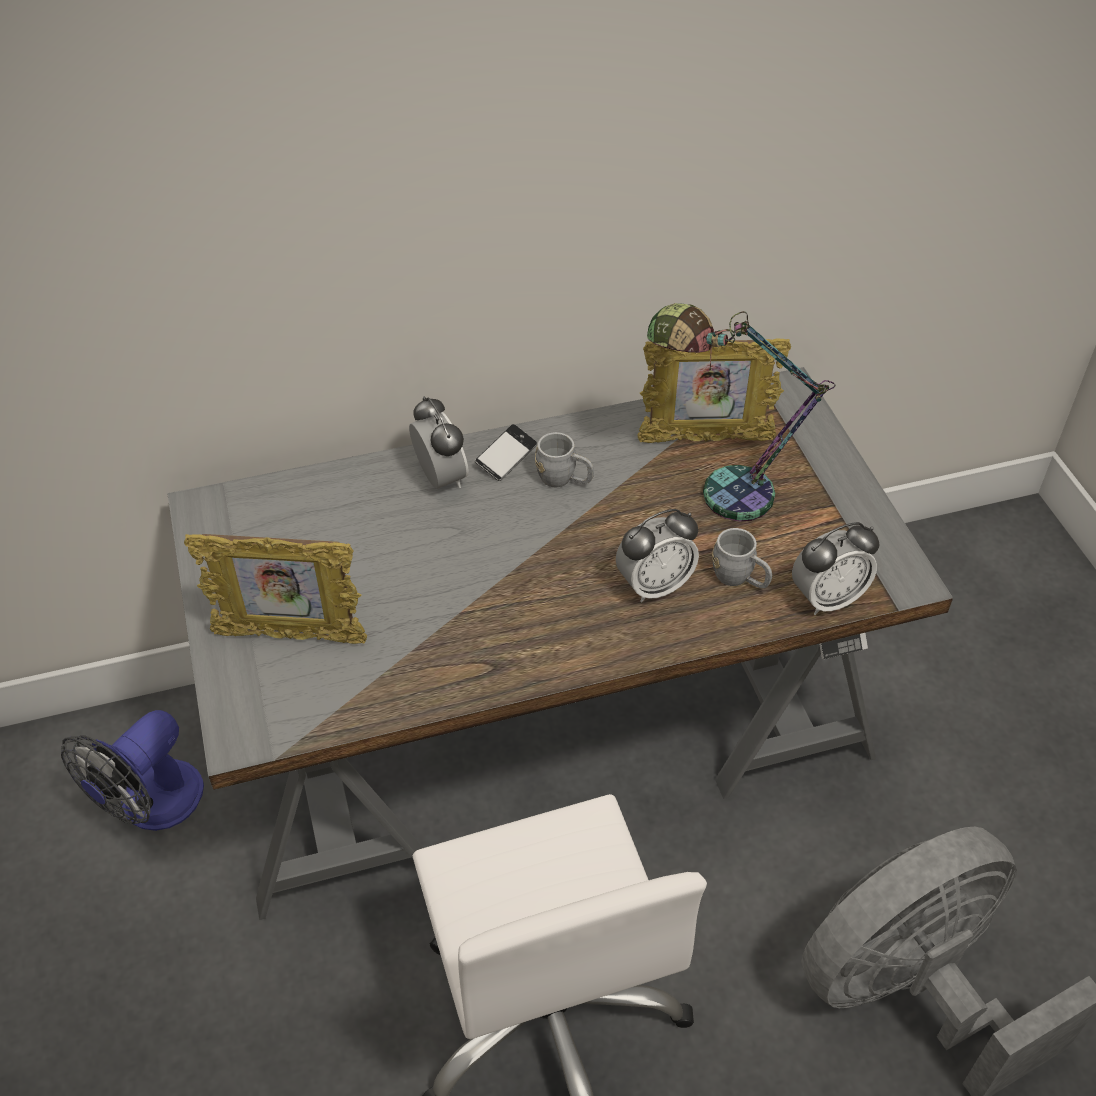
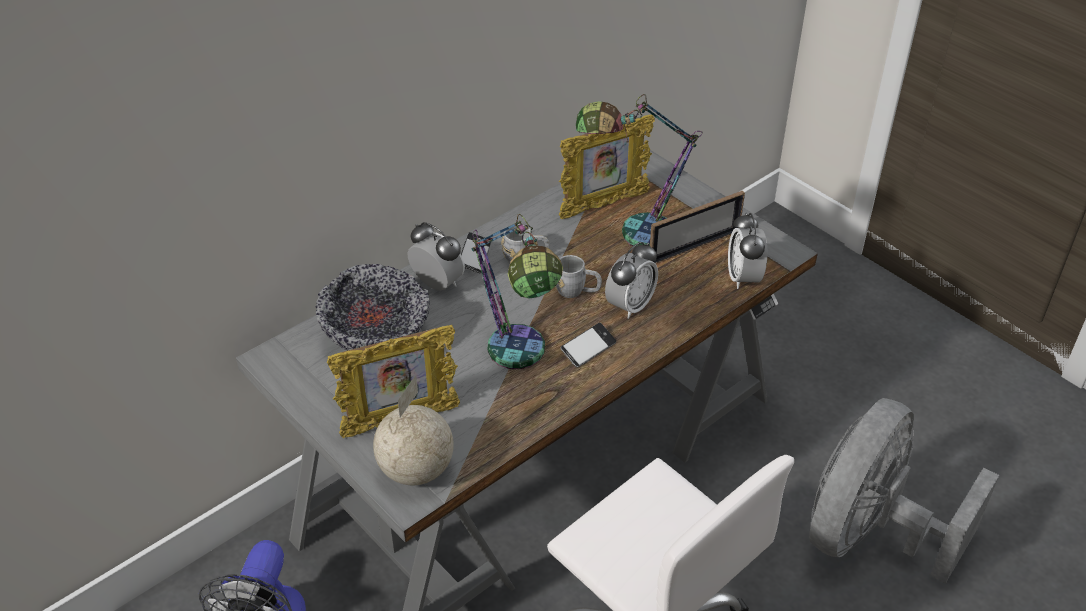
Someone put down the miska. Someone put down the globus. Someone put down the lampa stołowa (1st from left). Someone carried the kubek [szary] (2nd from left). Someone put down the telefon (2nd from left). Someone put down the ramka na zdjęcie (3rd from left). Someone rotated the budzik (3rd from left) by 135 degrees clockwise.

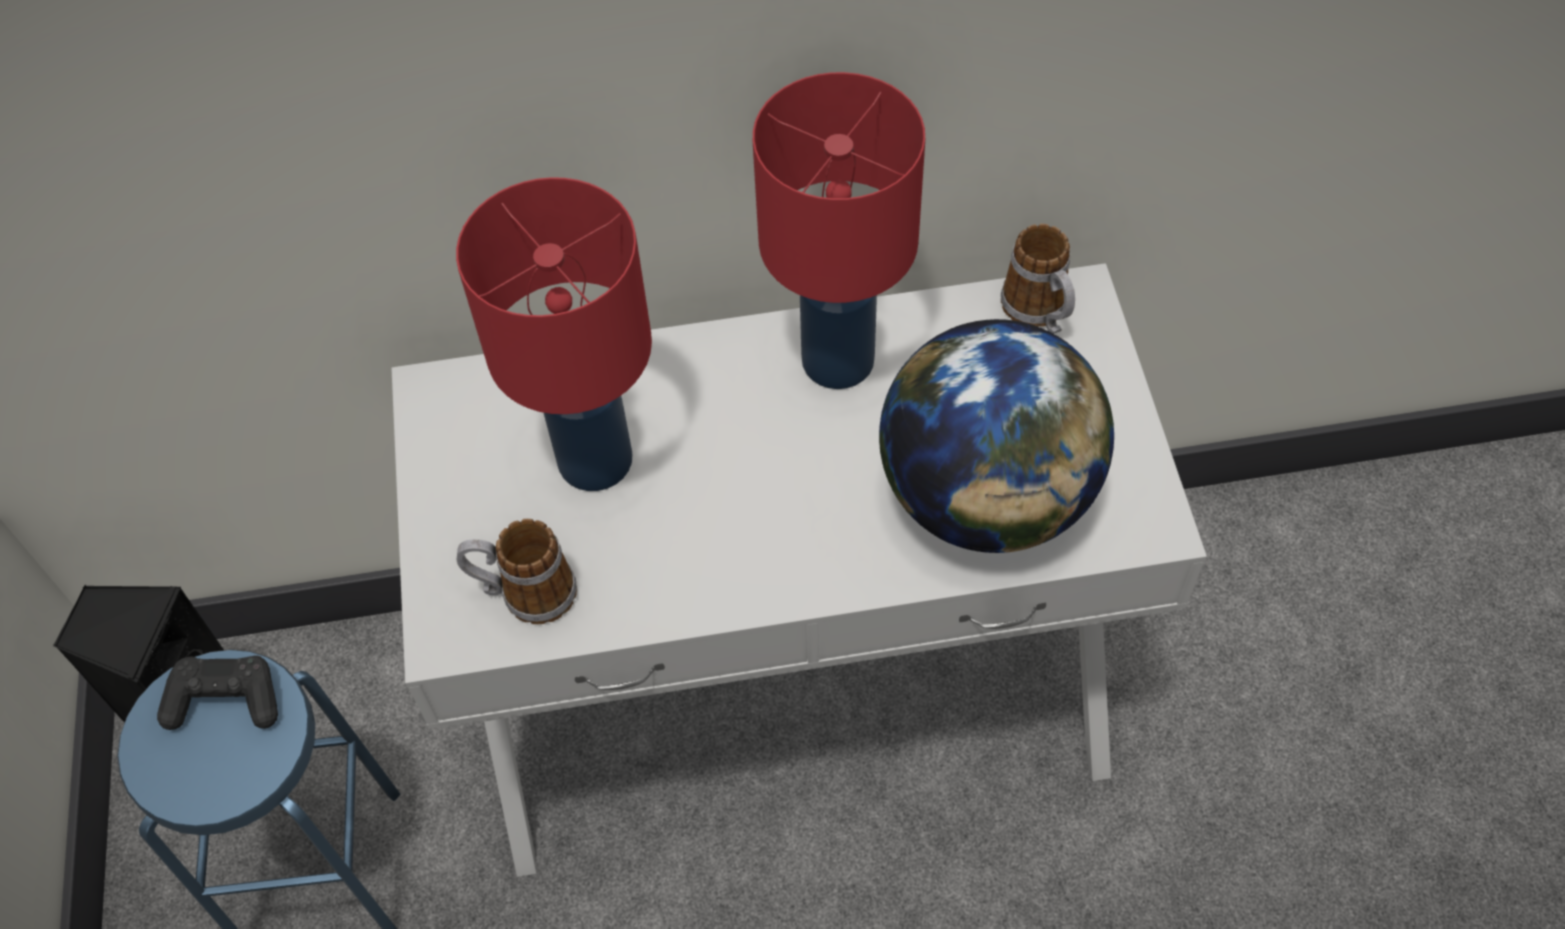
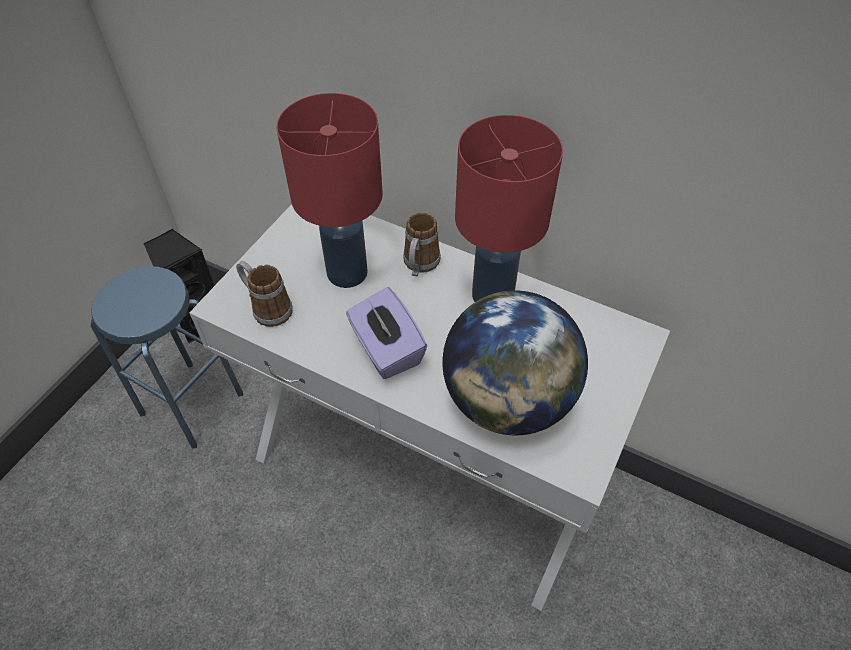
Someone put down the pudełko chusteczek [fioletowy]. Someone carried the kubek (2nd from left). Someone took away the pad do gier [czarny].

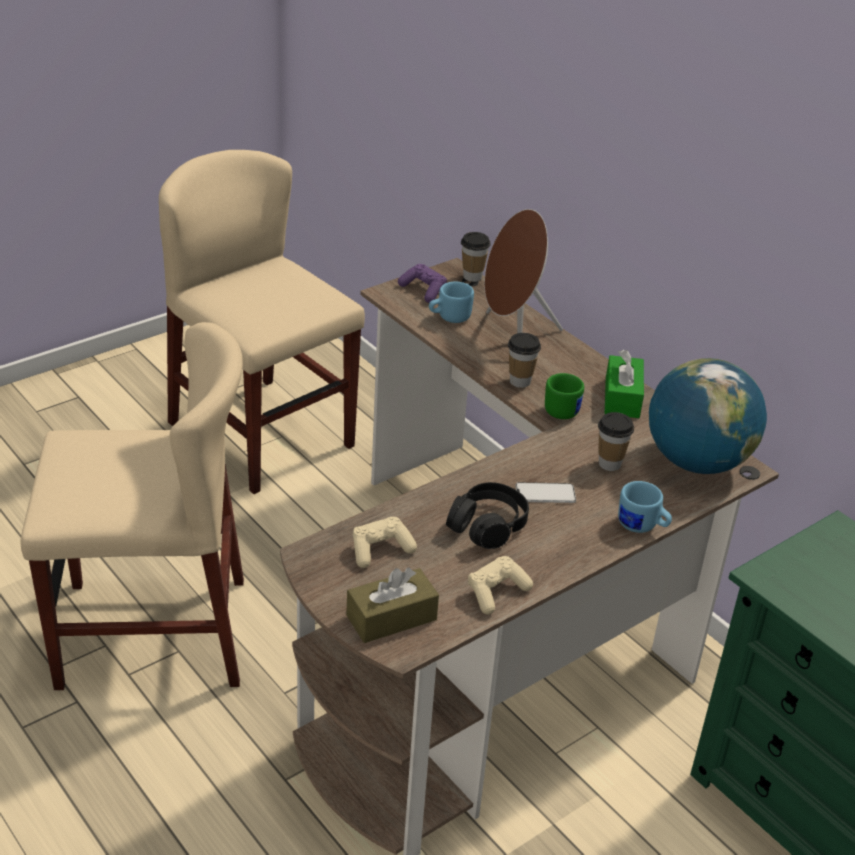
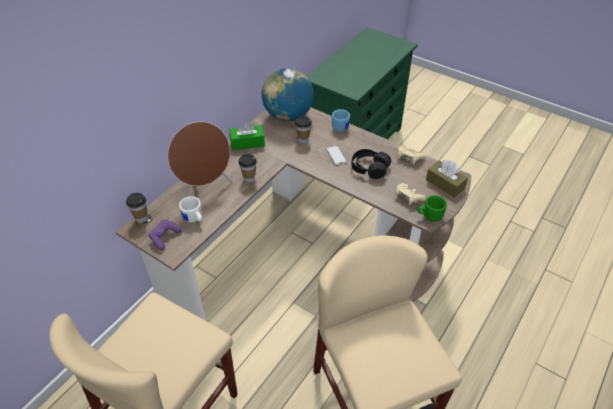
Someone repainted the kubek [niebieski] (1st from left), which became the kubek [biały]. Someone carried the kubek [zielony].

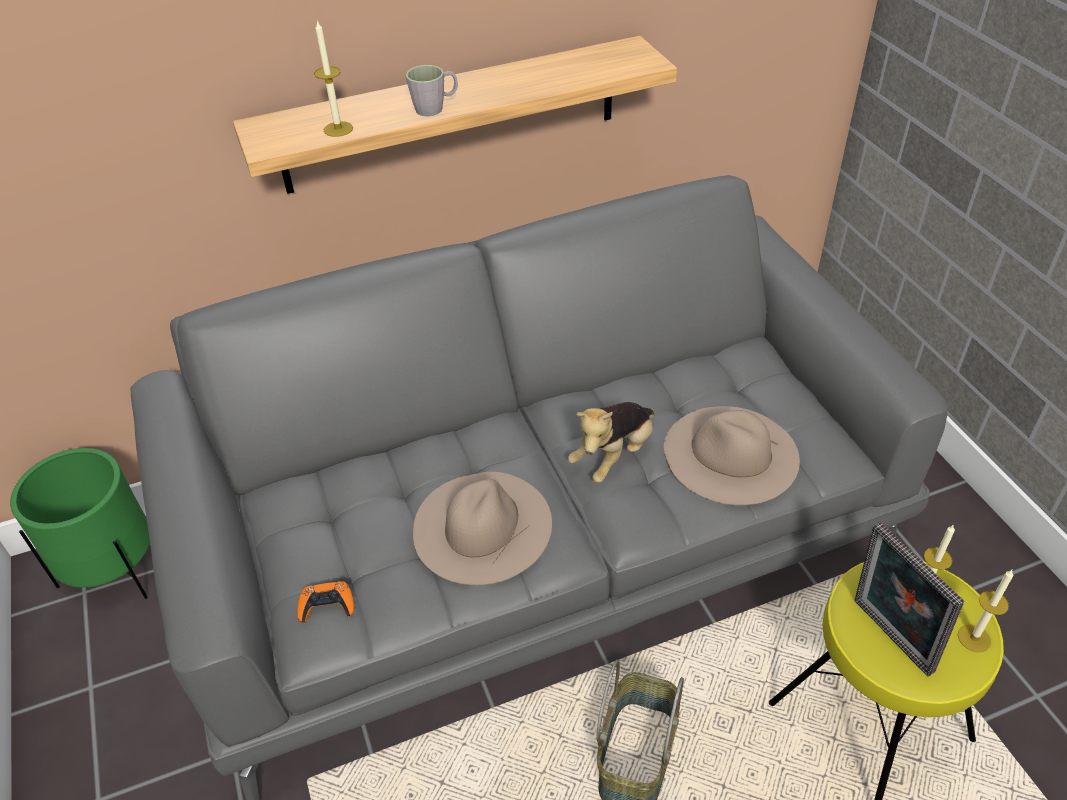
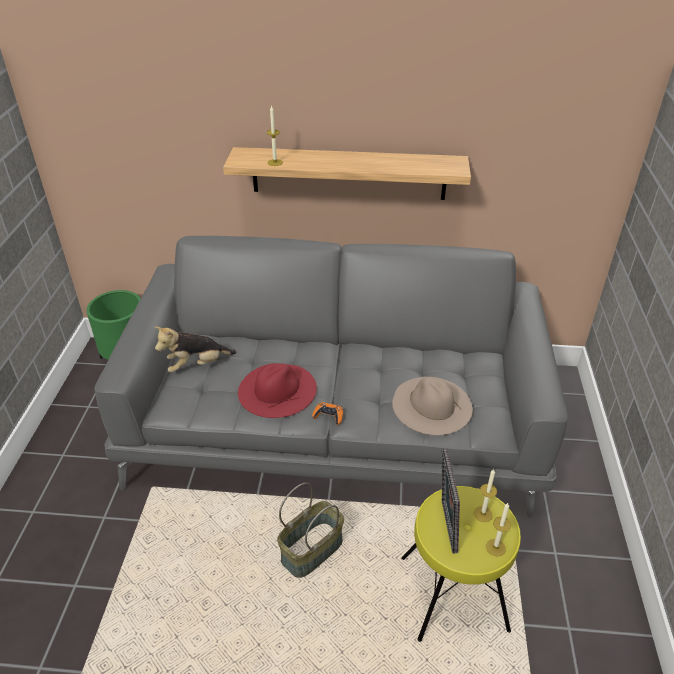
Someone carried the pluszak. Someone repainted the kapelusz [beżowy] (1st from left), which became the kapelusz [czerwony]. Someone carried the pad do gier [pomarańczowy]. Someone took away the kubek [szary].

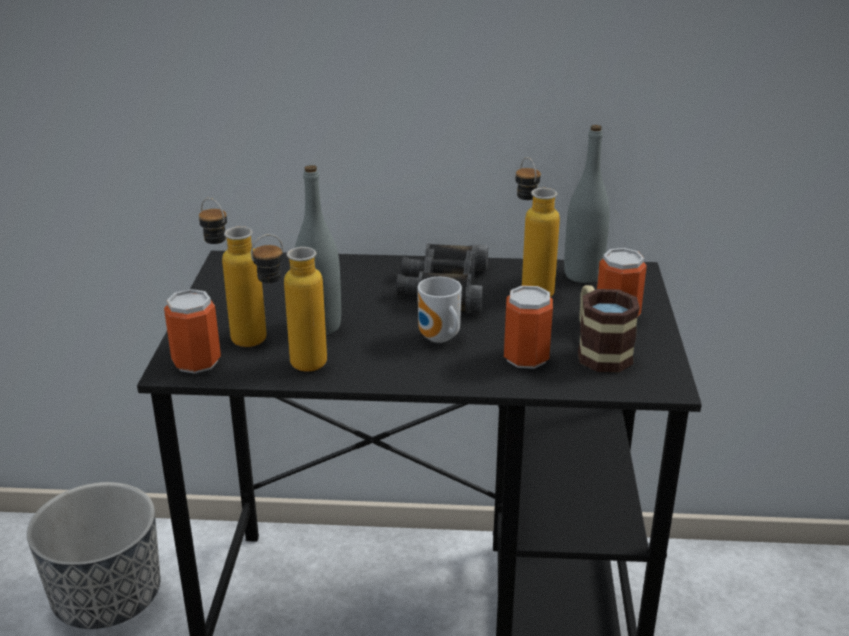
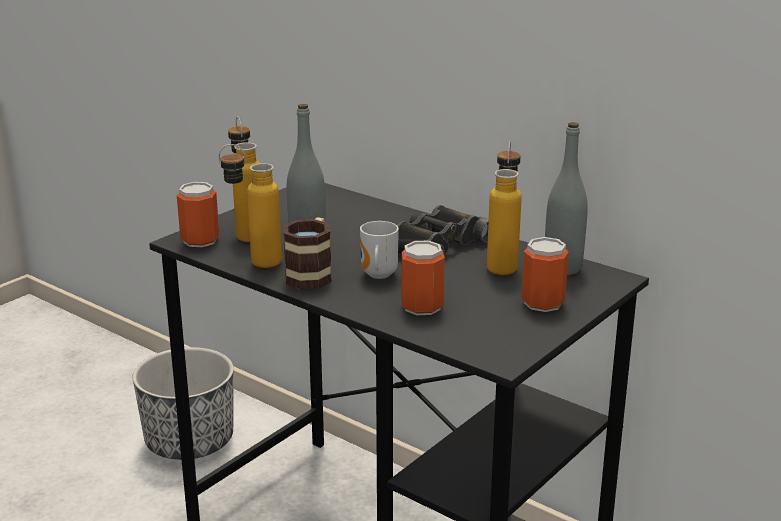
Someone carried the kubek (2nd from left in the first image).

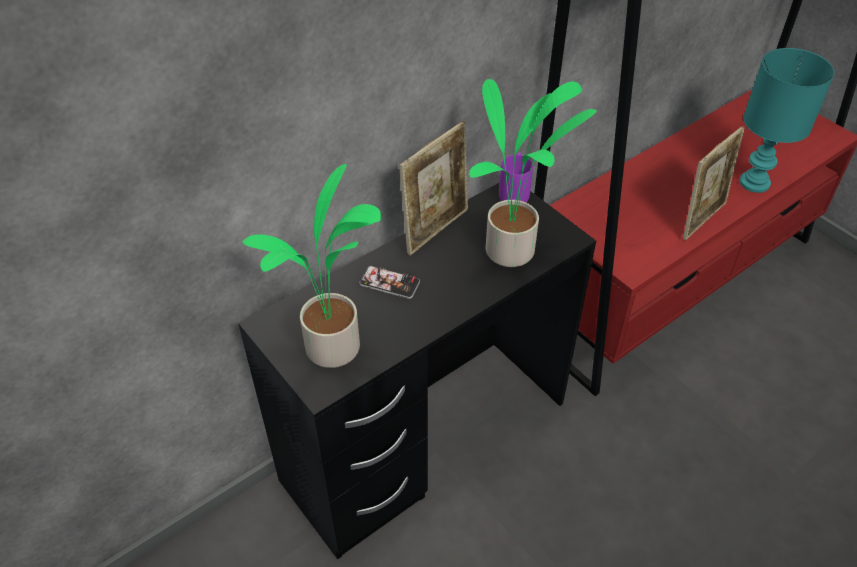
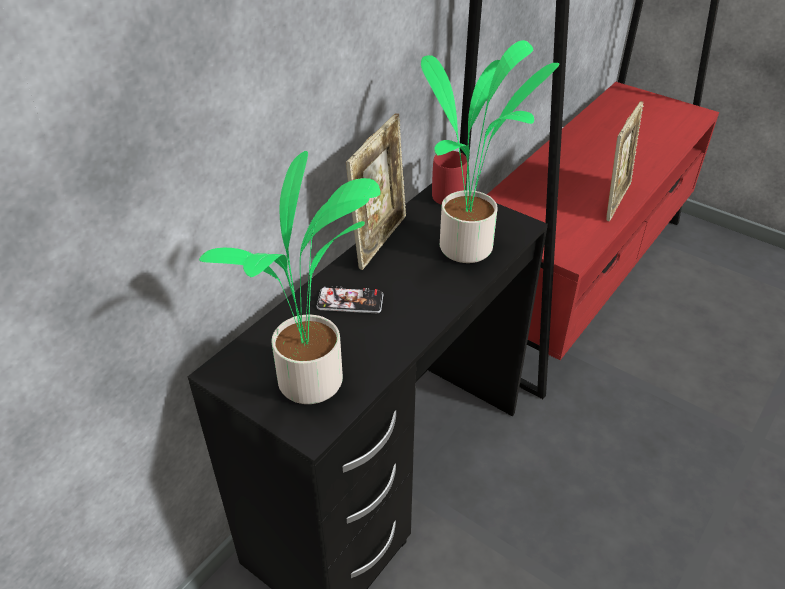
Someone repainted the kubek [fioletowy], which became the kubek [czerwony]. Someone took away the lampa stołowa [turkusowy].

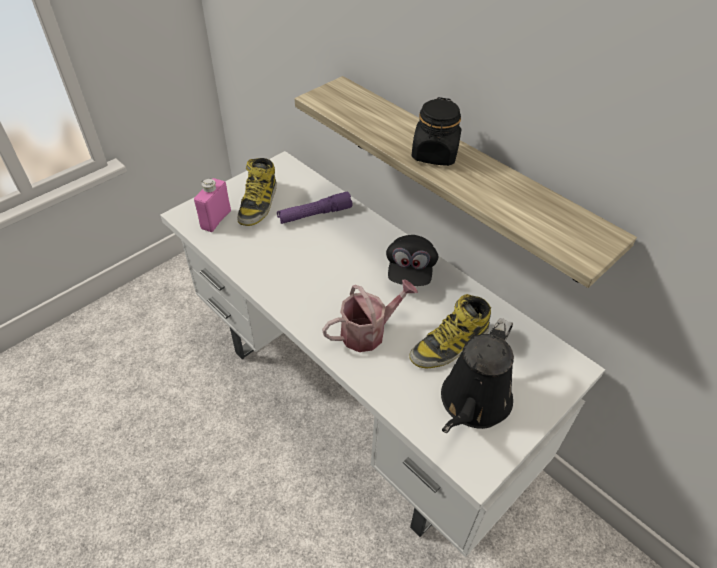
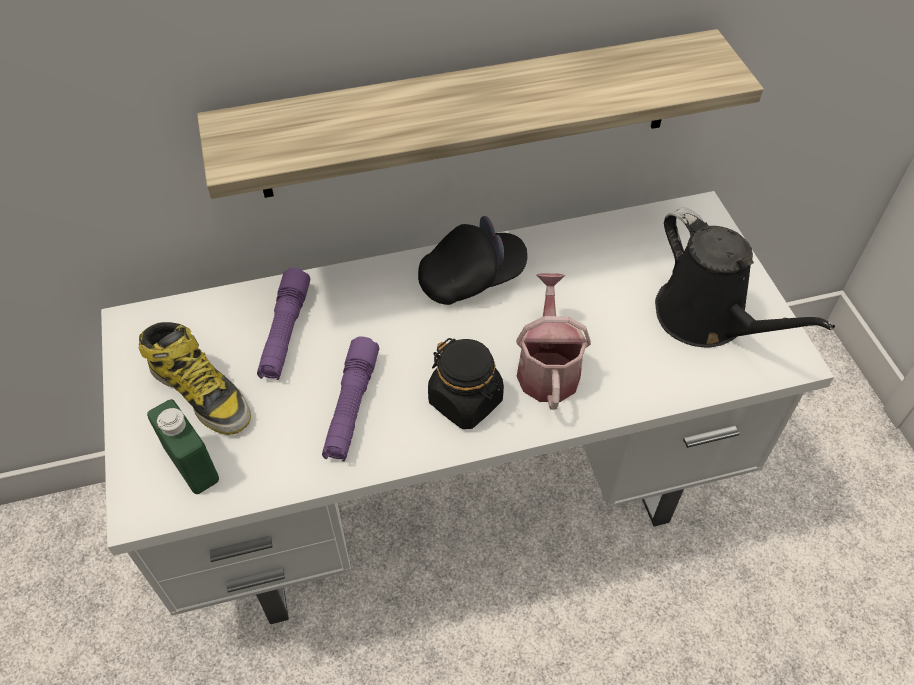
Someone repainted the butelka [różowy], which became the butelka [zielony]. Someone put down the latarka [fioletowy] (2nd from left). Someone rotated the czapka z daszkiem [czarny] by 60 degrees counterclockwise. Someone carried the słoik [czarny]. Someone took away the but z cholewką (2nd from left).

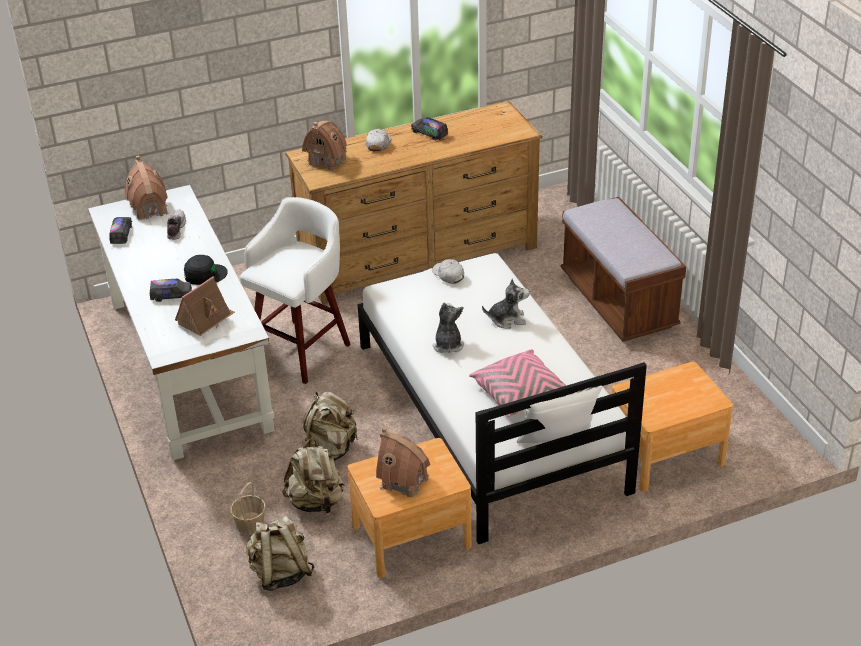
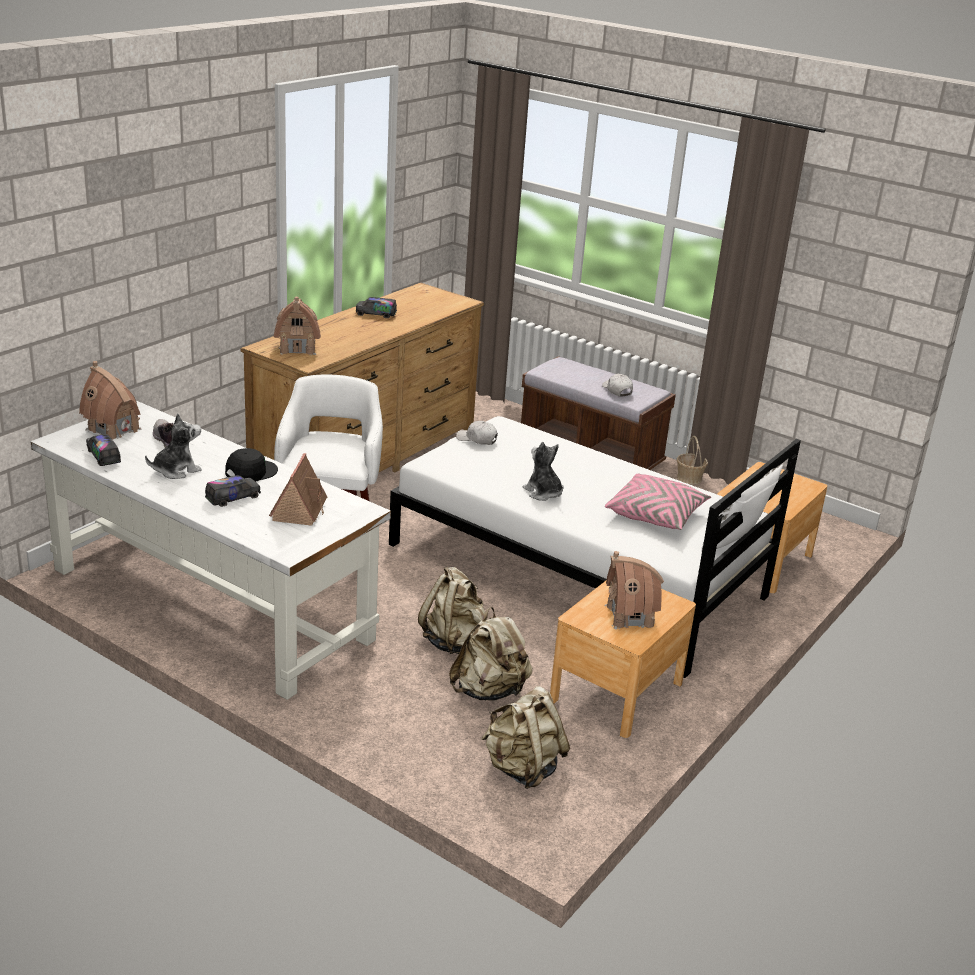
Someone carried the pluszak (2nd from left in the first image). Someone carried the czapka z daszkiem [biały] (1st from left in the first image). Someone carried the koszyk.

